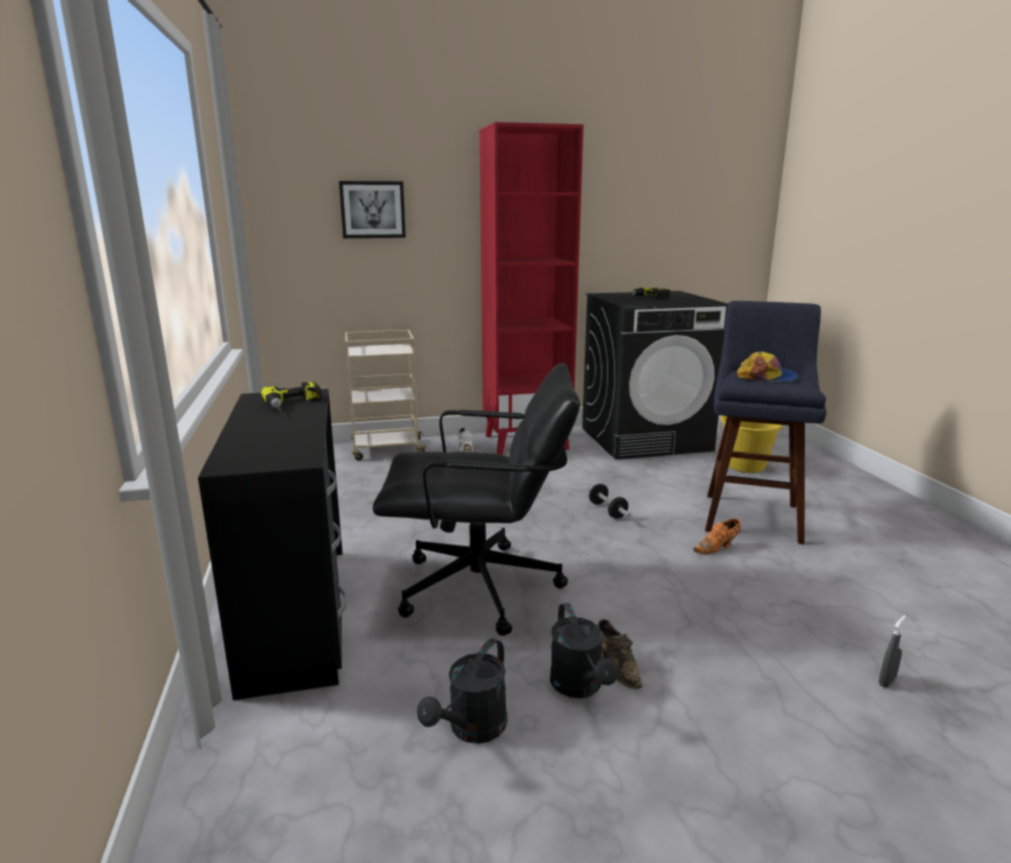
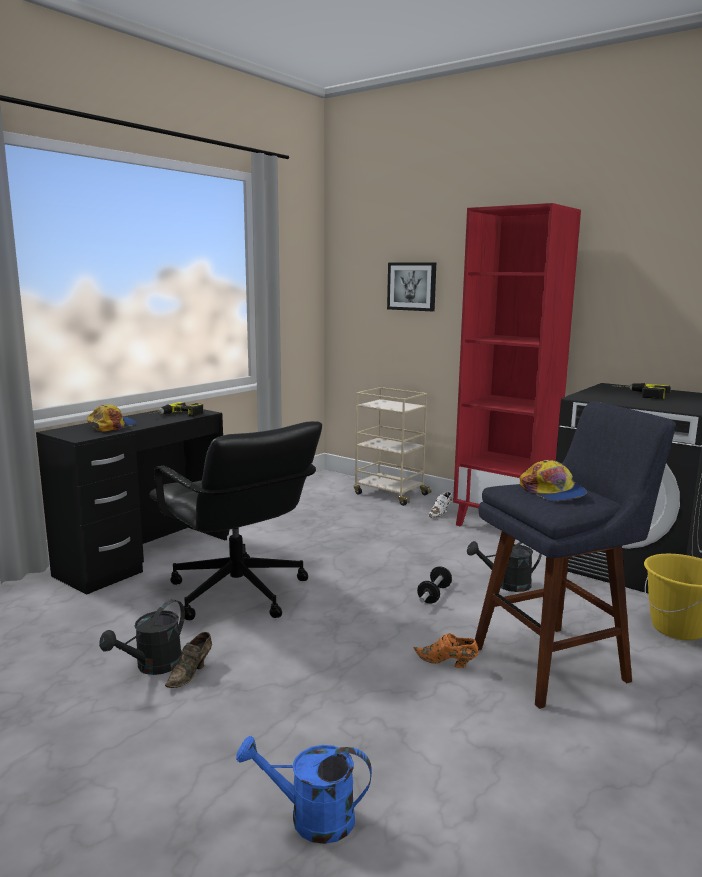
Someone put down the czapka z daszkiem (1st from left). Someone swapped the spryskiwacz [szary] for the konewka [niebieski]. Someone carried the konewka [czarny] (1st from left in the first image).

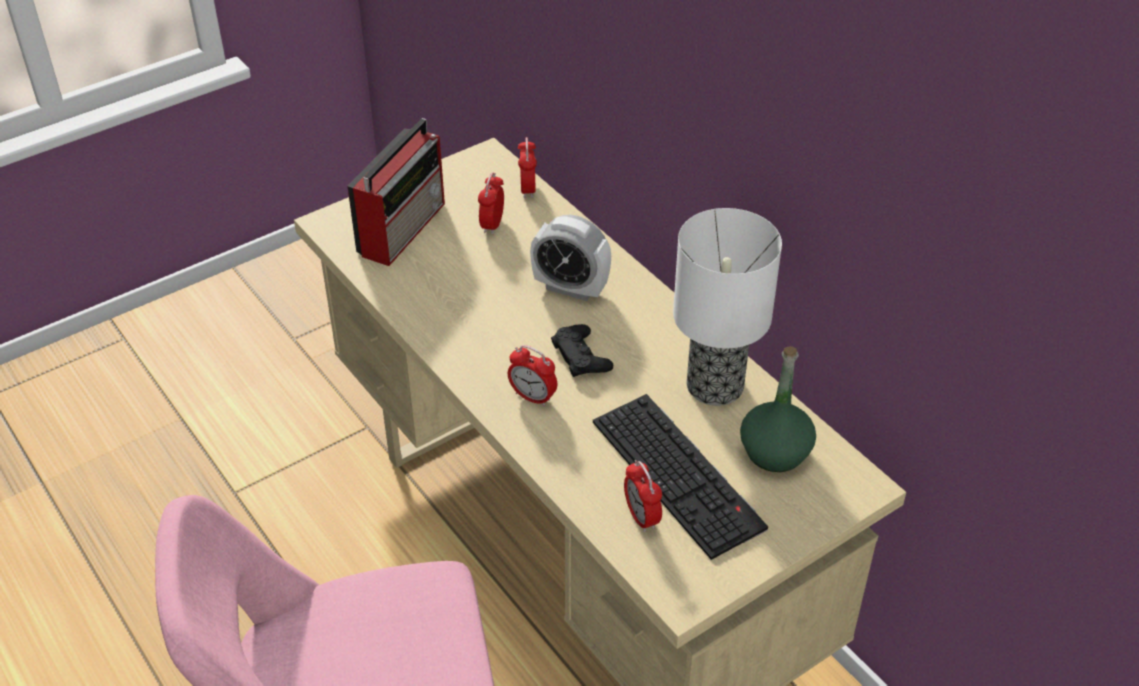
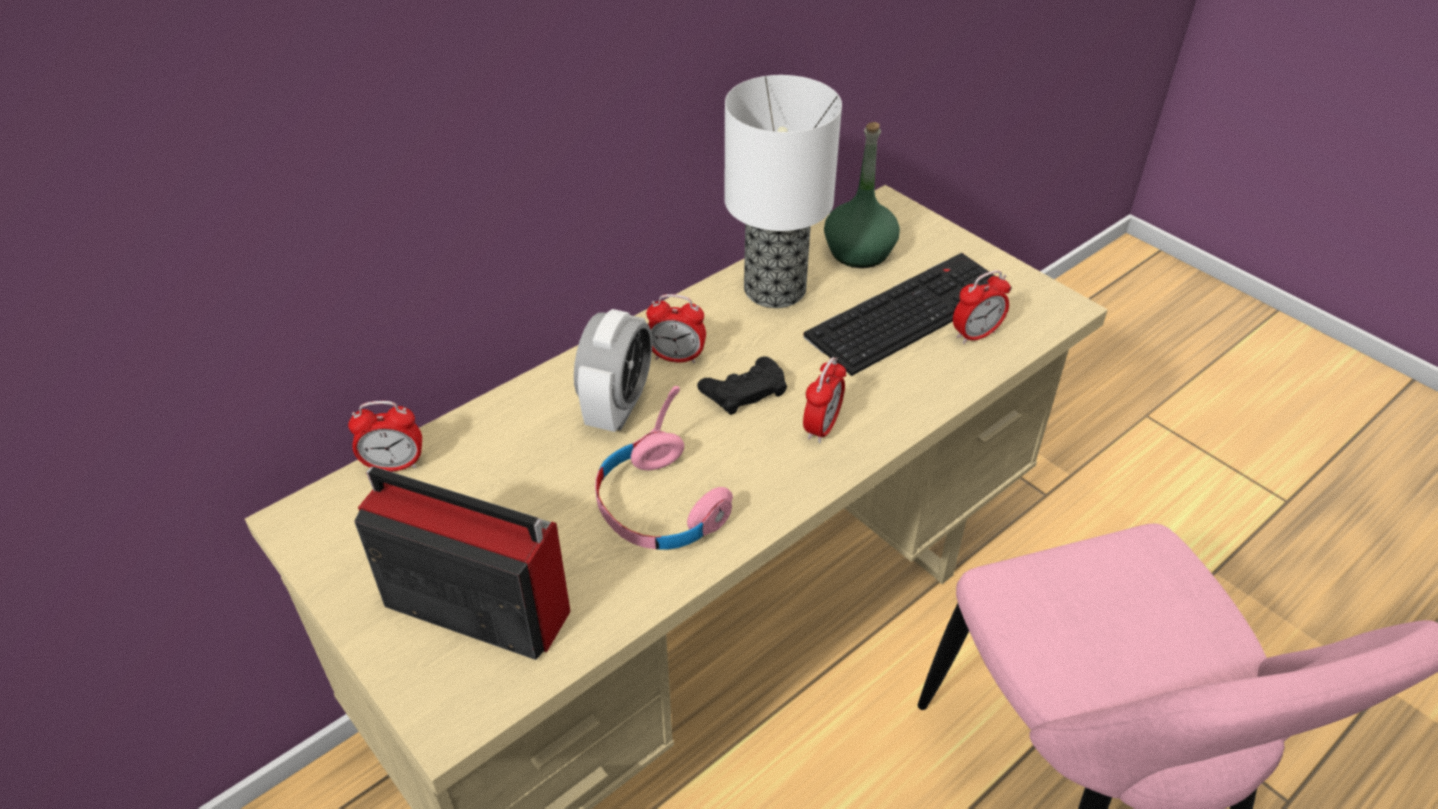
Someone put down the słuchawki [różowy]. Someone carried the budzik (1st from left in the first image).

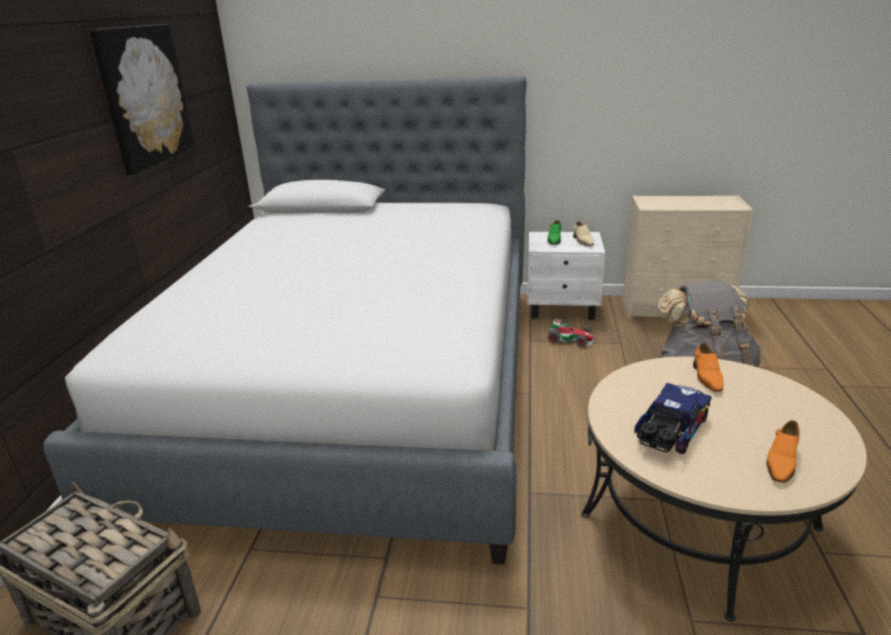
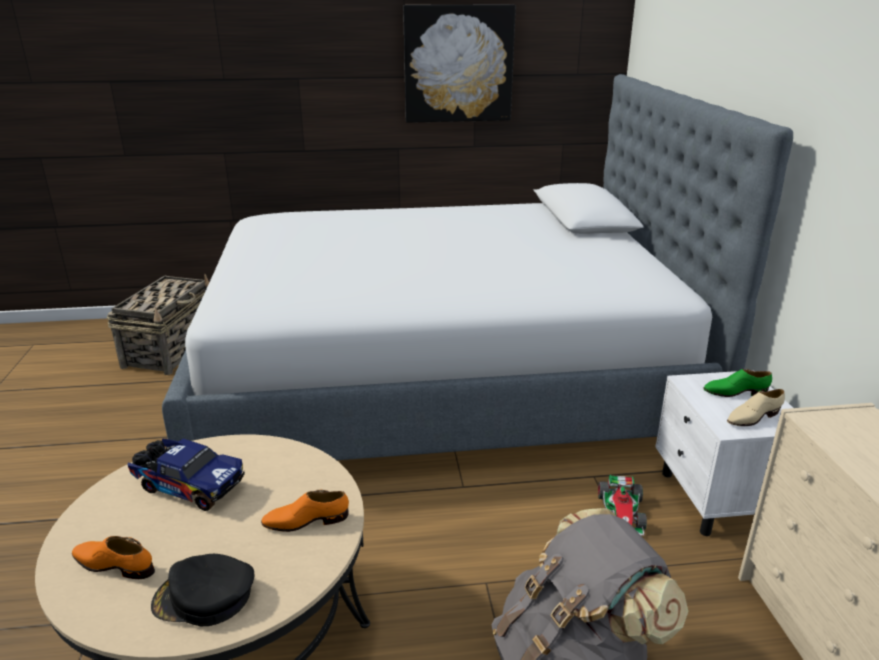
Someone put down the czapka z daszkiem [czarny].

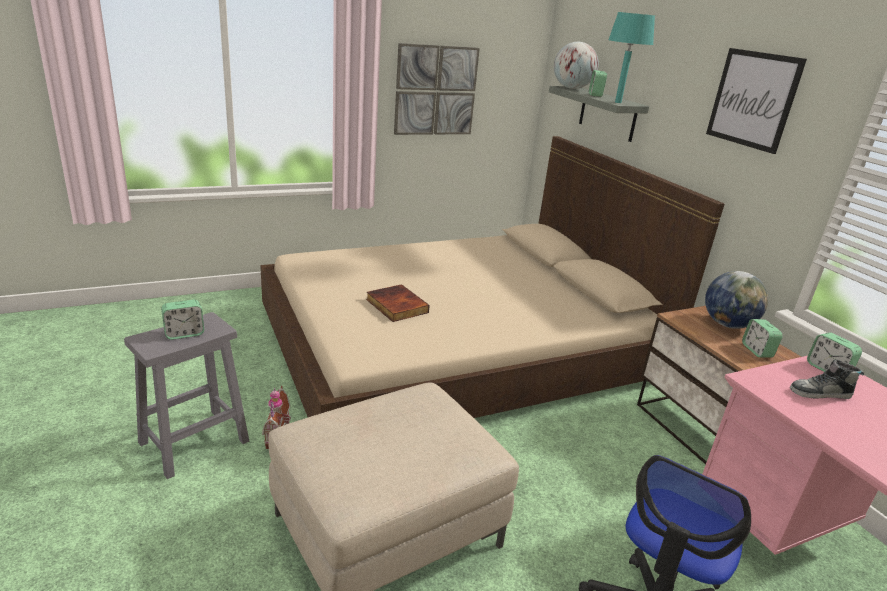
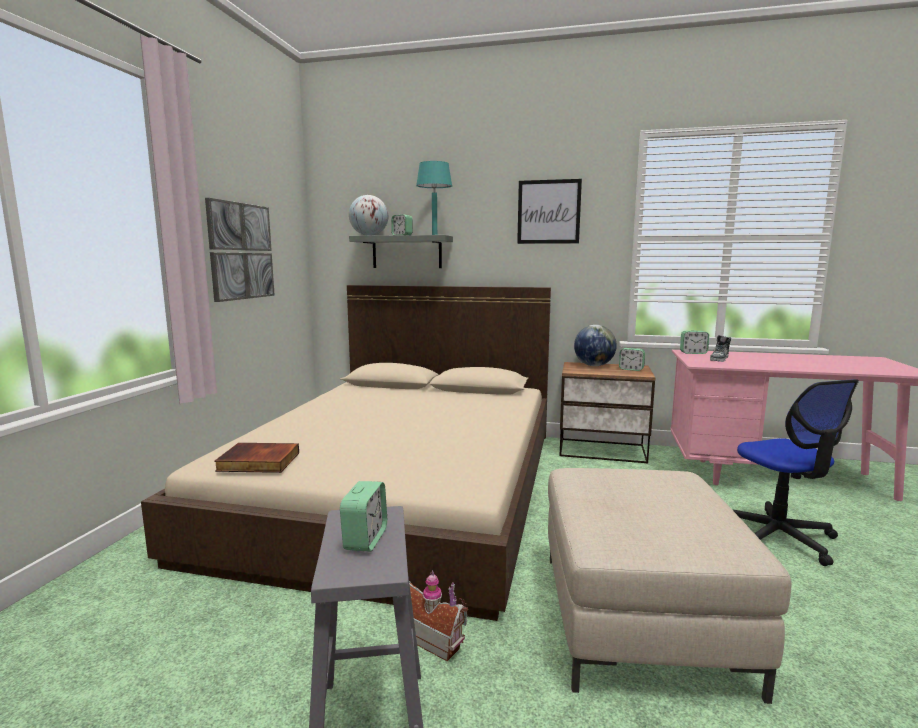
Someone carried the książka.

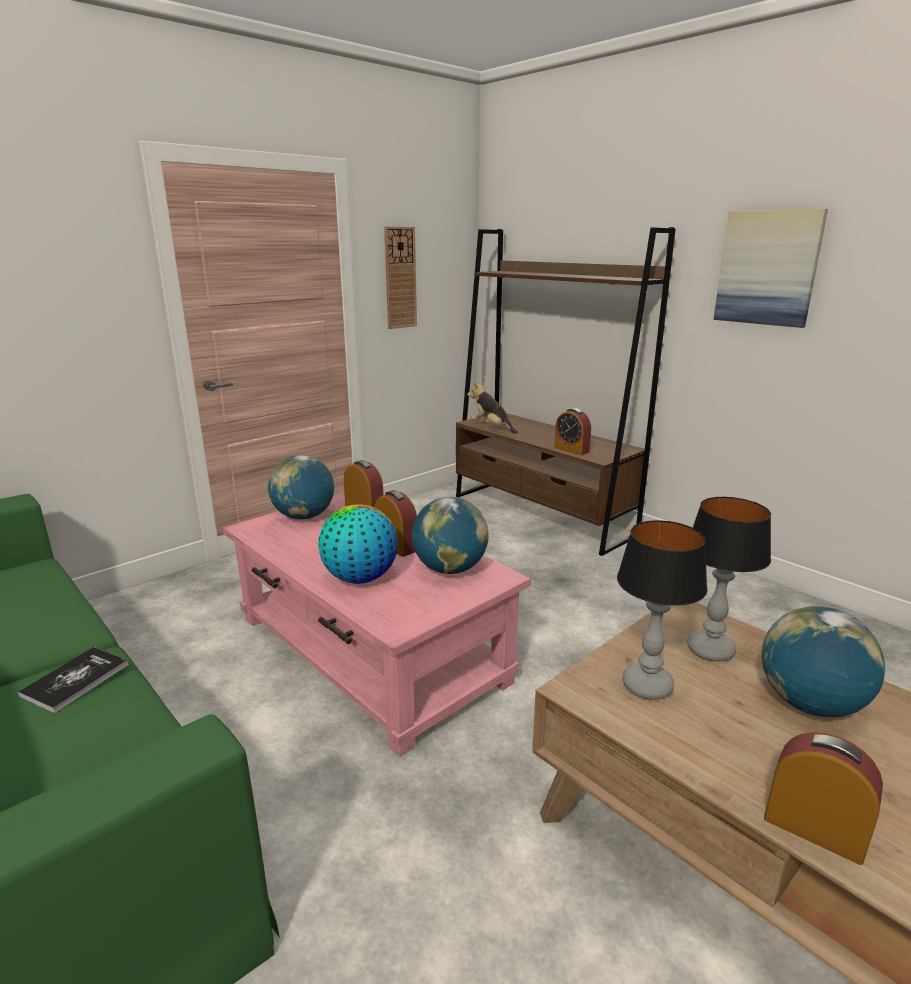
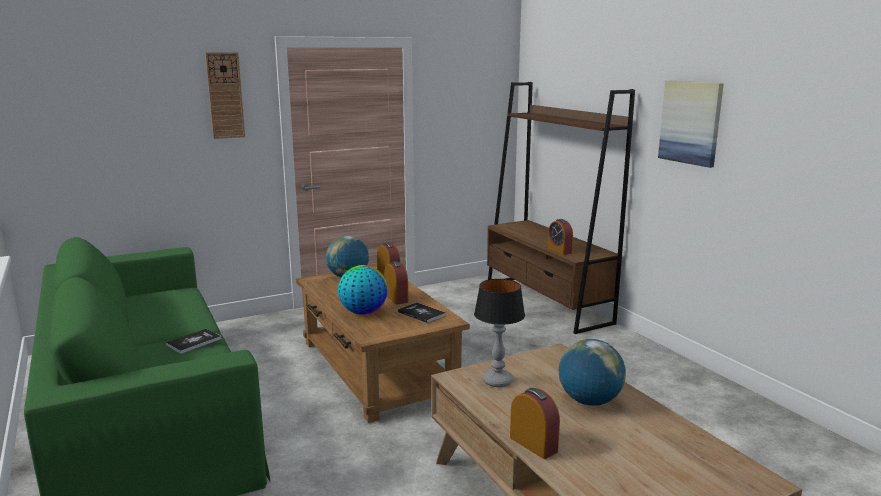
Someone carried the zegar ścienny. Someone repainted the ława [różowy], which became the ława [brązowy] (1st from left). Someone swapped the globus (3rd from left) for the książka (2nd from left). Someone took away the pluszak. Someone took away the lampa stołowa (2nd from left).

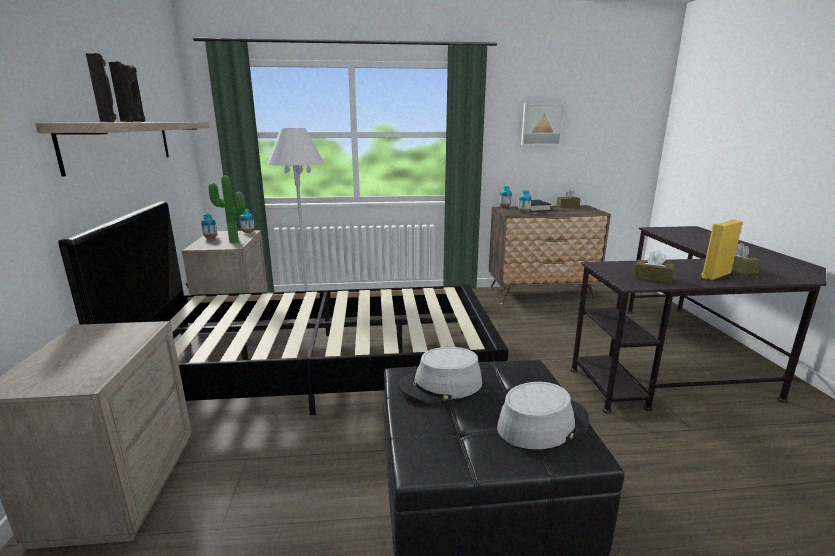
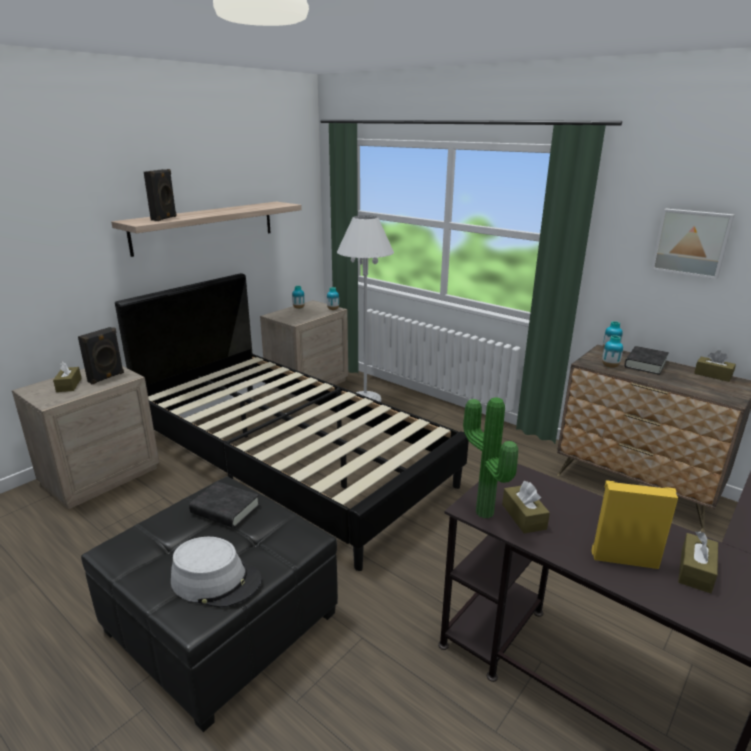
Someone put down the pudełko chusteczek [brązowy] (1st from left). Someone carried the głośnik [czarny] (2nd from left in the first image). Someone swapped the kapelusz [szary] (1st from left) for the książka [czarny] (1st from left). Someone carried the roślina doniczkowa.

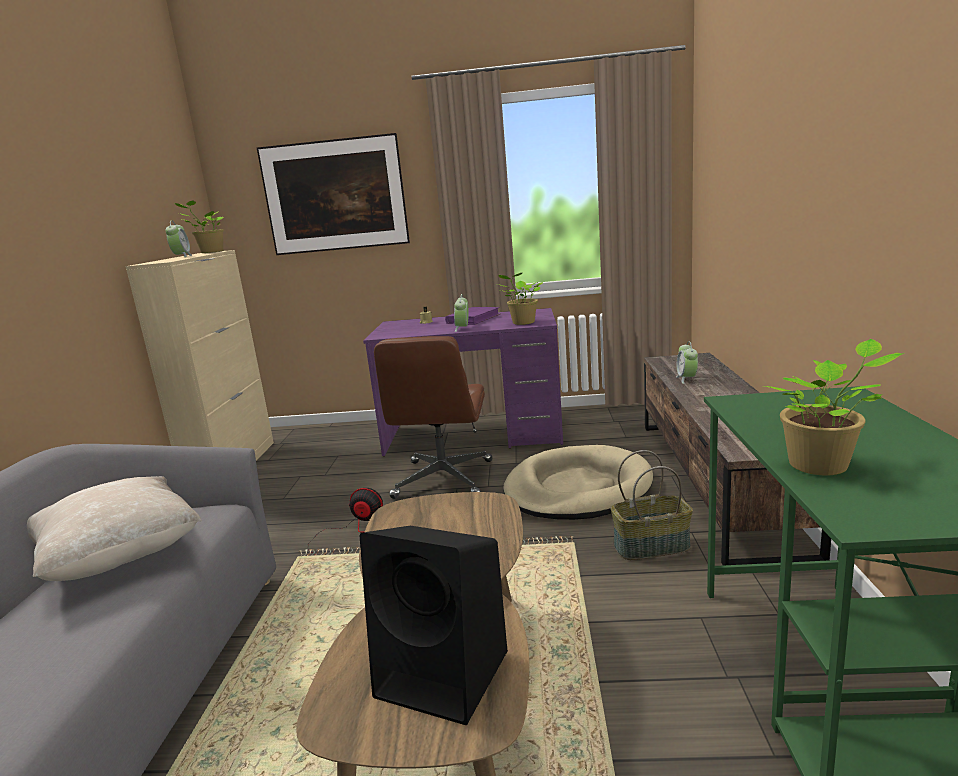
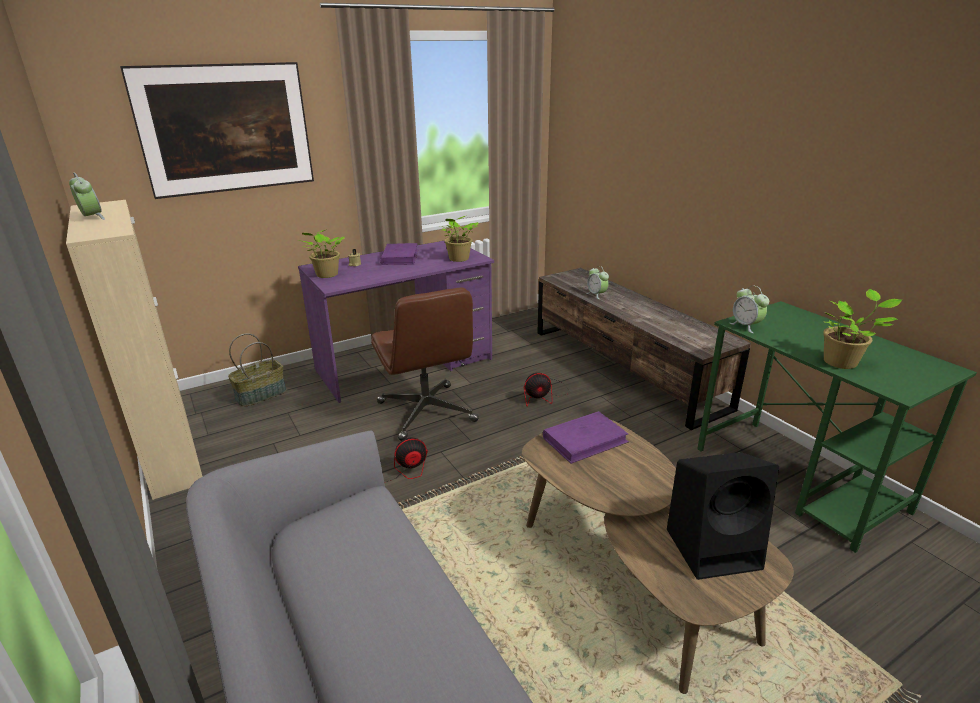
Someone carried the koszyk. Someone carried the roślina doniczkowa (1st from left). Someone swapped the legowisko [beżowy] for the wentylator (2nd from left). Someone put down the książka [fioletowy] (2nd from left). Someone carried the budzik (2nd from left in the first image). Someone took away the poduszka [beżowy].

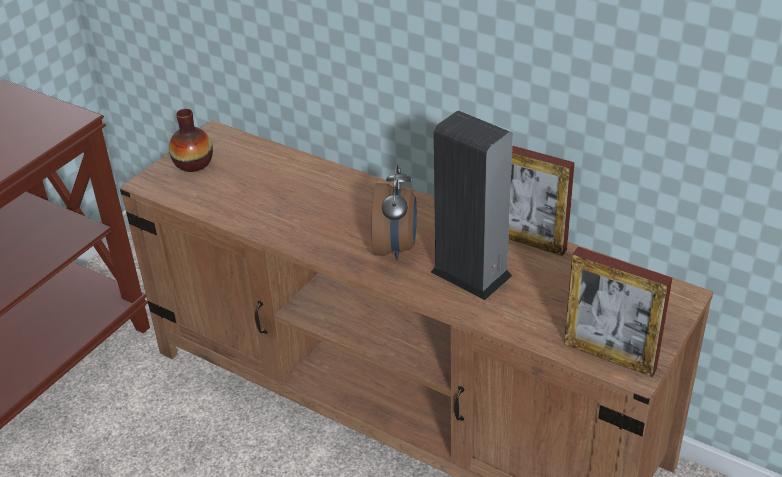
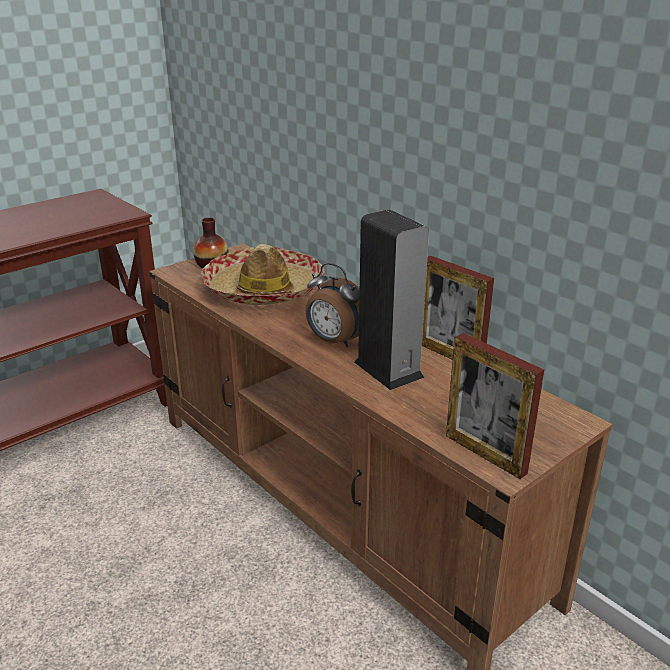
Someone put down the kapelusz. Someone rotated the budzik by 105 degrees clockwise.

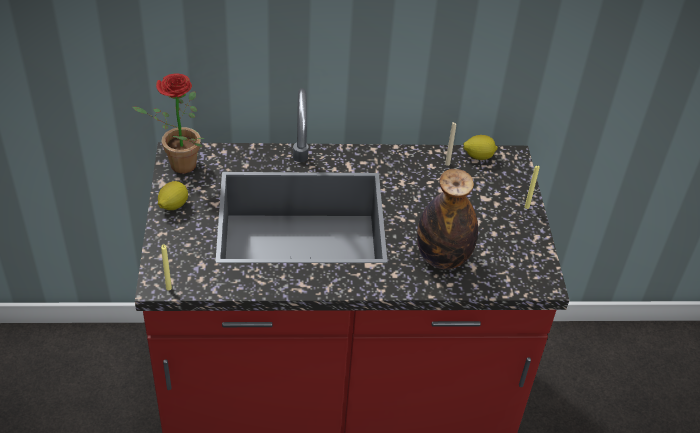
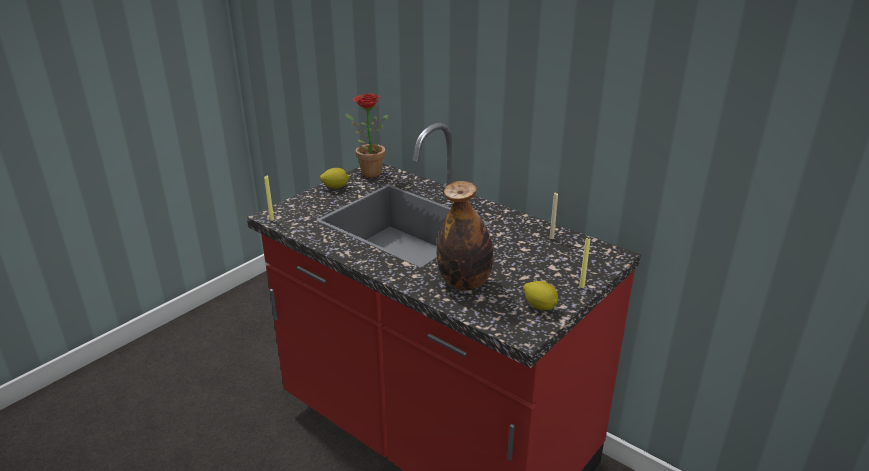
Someone carried the cytryna (2nd from left).

